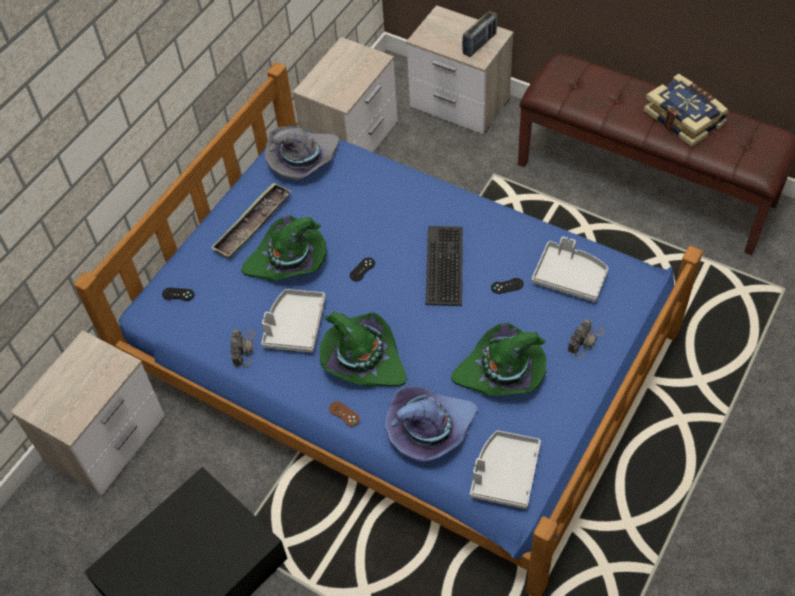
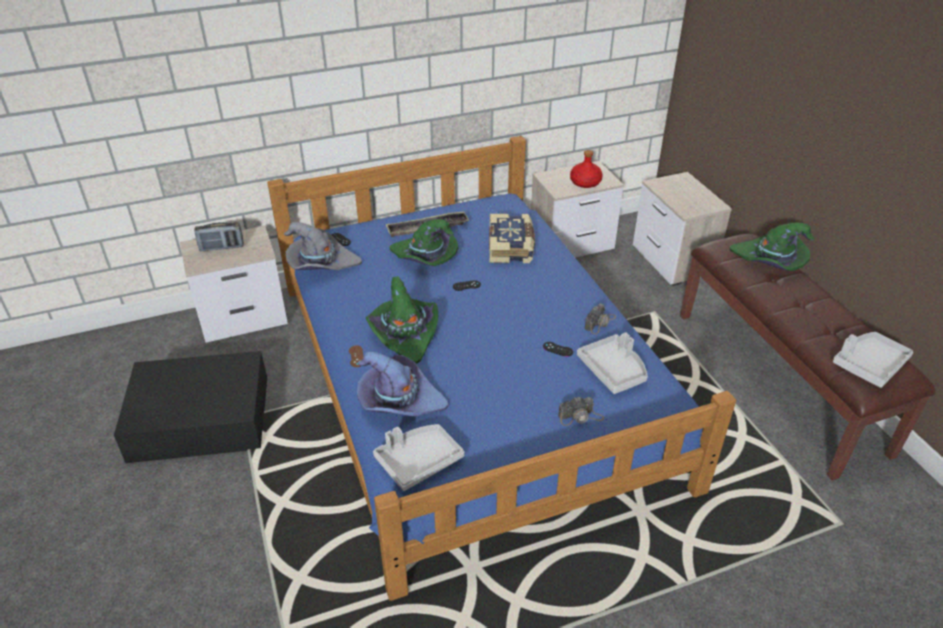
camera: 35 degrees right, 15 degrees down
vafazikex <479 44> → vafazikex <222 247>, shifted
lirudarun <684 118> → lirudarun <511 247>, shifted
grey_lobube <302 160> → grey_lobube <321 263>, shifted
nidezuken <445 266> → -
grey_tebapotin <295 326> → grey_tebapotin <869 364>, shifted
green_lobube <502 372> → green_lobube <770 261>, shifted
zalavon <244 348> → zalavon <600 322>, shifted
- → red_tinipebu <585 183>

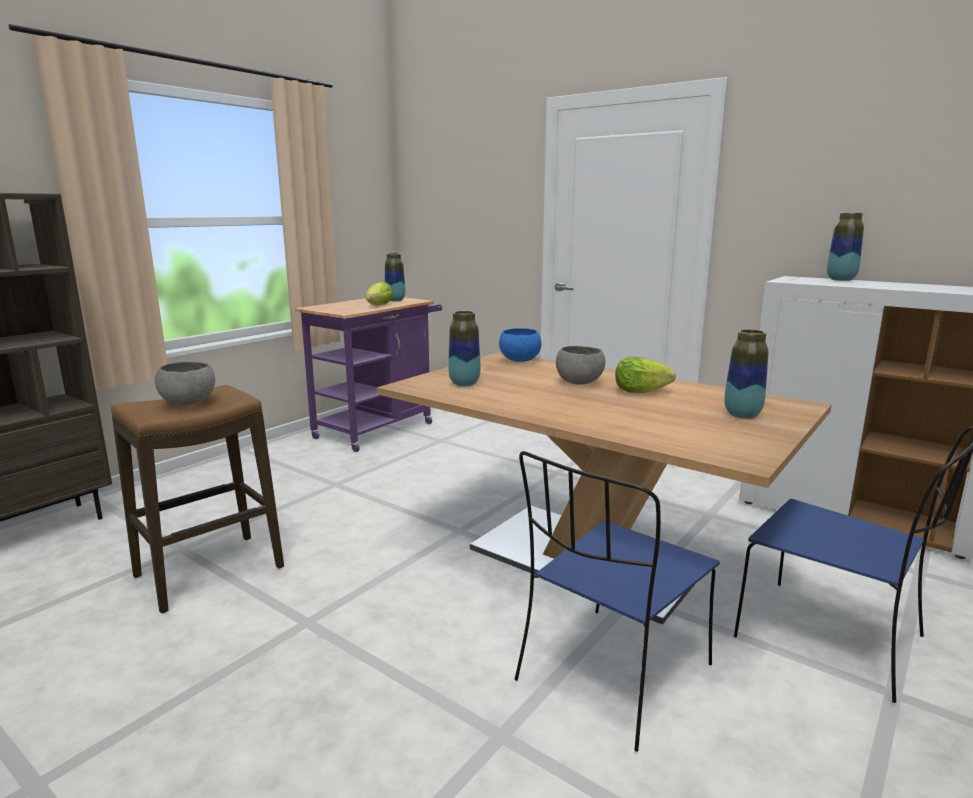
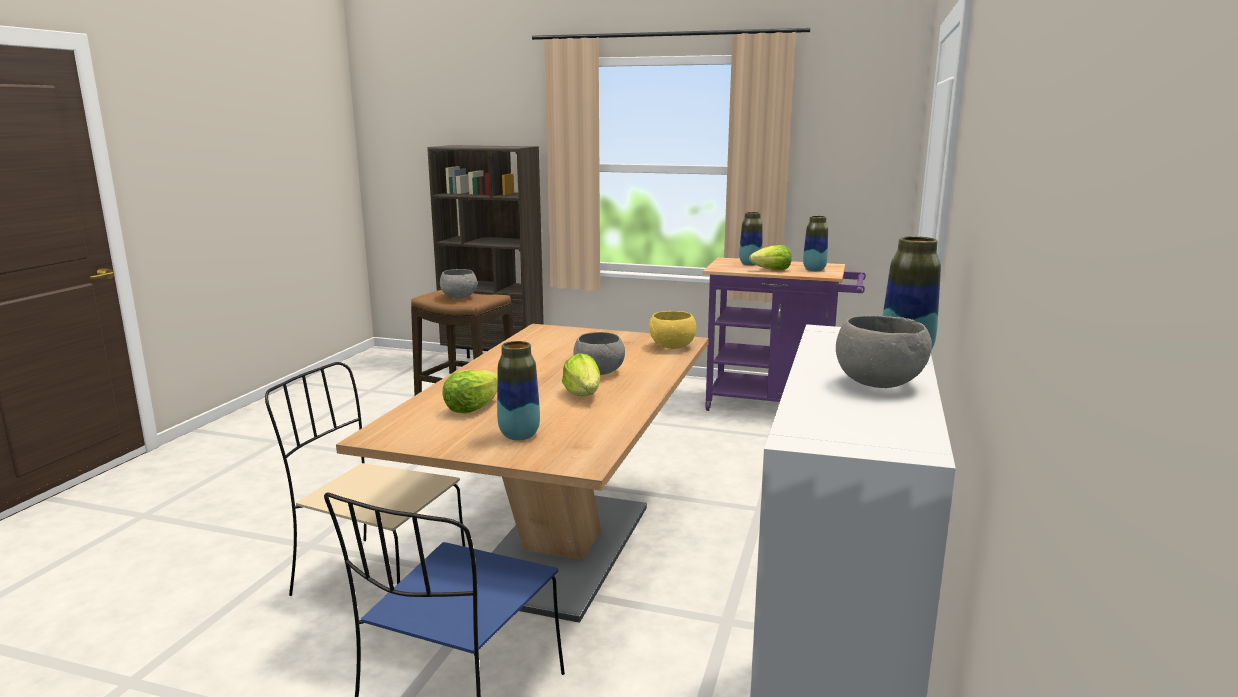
camera: 70 degrees right, 0 degrees up
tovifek <464 384> → tovifek <750 264>, shifted
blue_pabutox <520 360> → yellow_pabutox <672 347>
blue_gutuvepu <611 675> → beige_gutuvepu <377 579>
- → grey_pabutox <878 383>
- → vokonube <472 408>

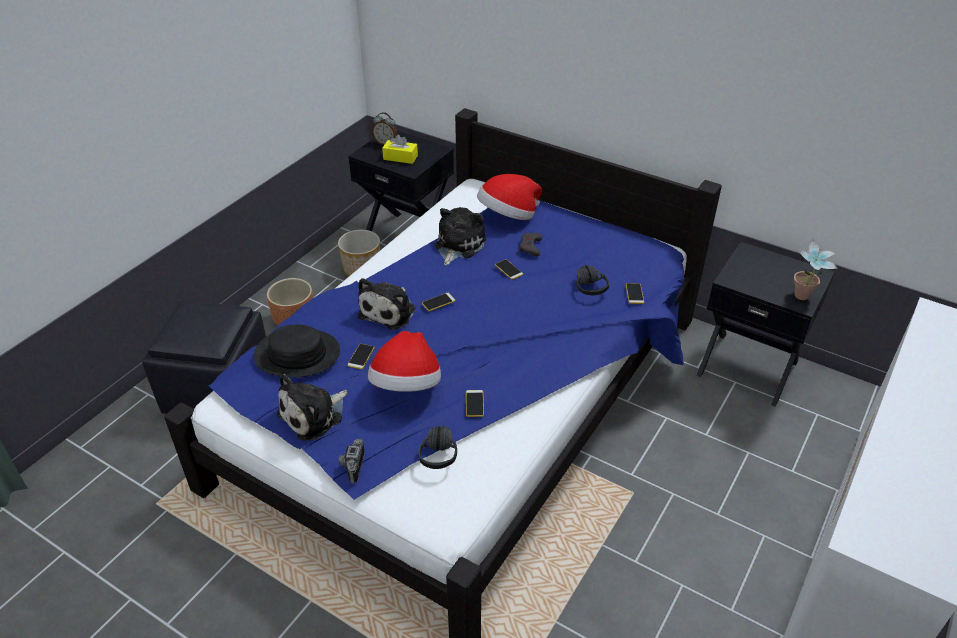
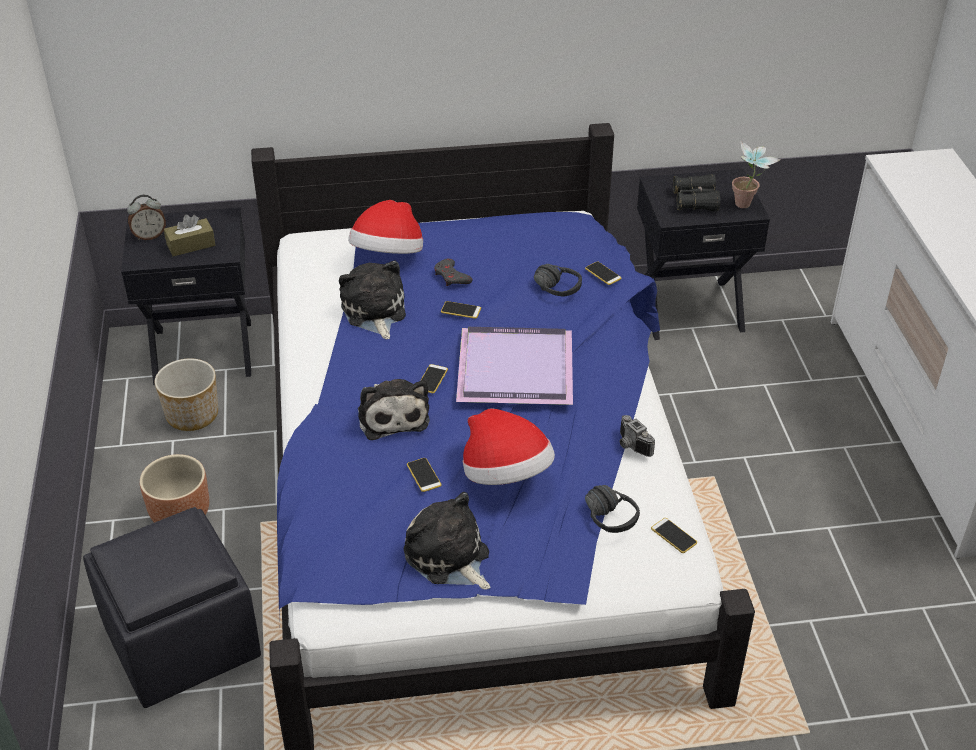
camera: 40 degrees left, 0 degrees up
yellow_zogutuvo <400 157> → brown_zogutuvo <191 245>
black_lobube <297 354> → -
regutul <314 415> → regutul <449 557>, 135 degrees clockwise
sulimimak <474 403> → sulimimak <673 536>, shifted
zalavon <351 466> → zalavon <631 446>, shifted
- → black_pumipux <695 201>
- → purple_tebapotin <513 367>

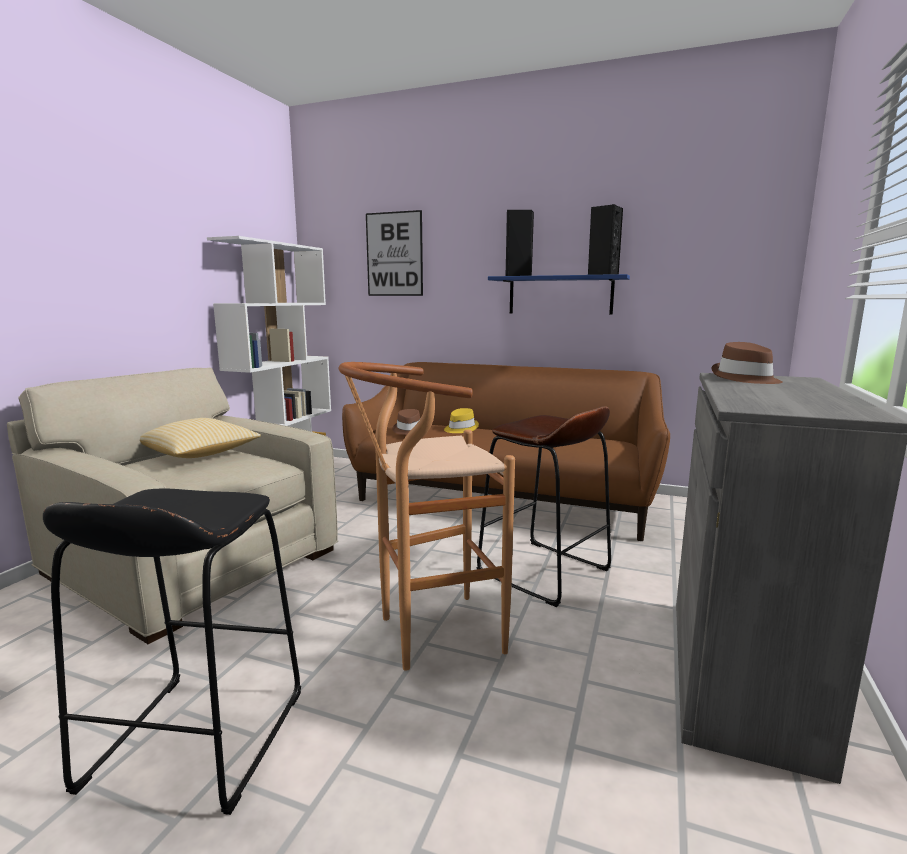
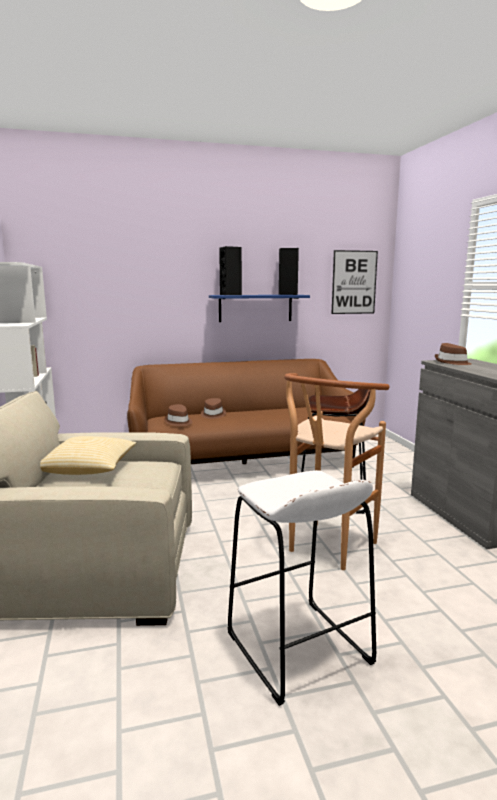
camera: 35 degrees left, 0 degrees up
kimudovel <394 254> → kimudovel <354 282>, shifted
yellow_lobube <460 429> → brown_lobube <212 414>
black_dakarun <196 739> → white_dakarun <298 648>

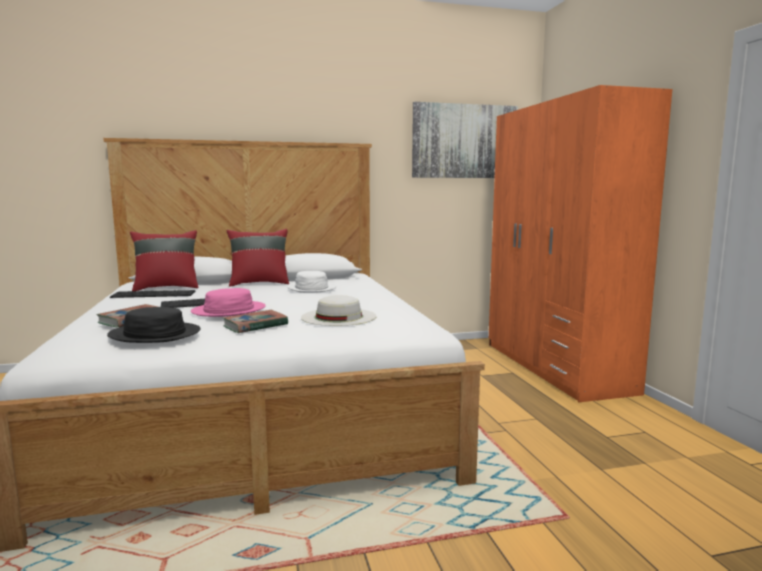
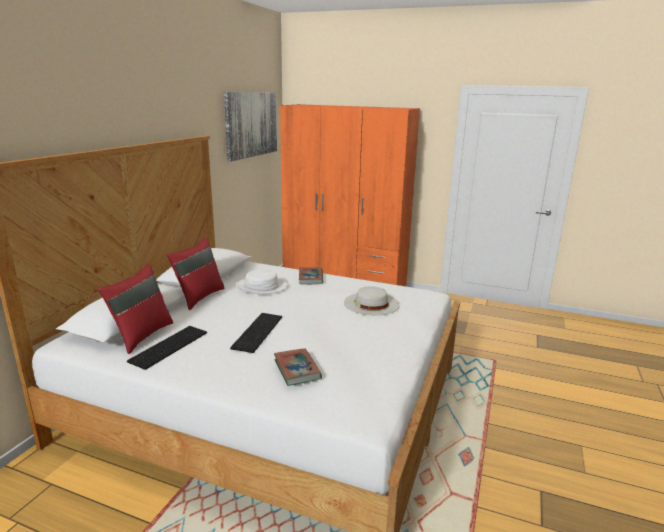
camera: 55 degrees left, 10 degrees up
pink_lobube <229 310> → -
black_lobube <155 334> → -
lirudarun <255 326> → lirudarun <311 278>, shifted

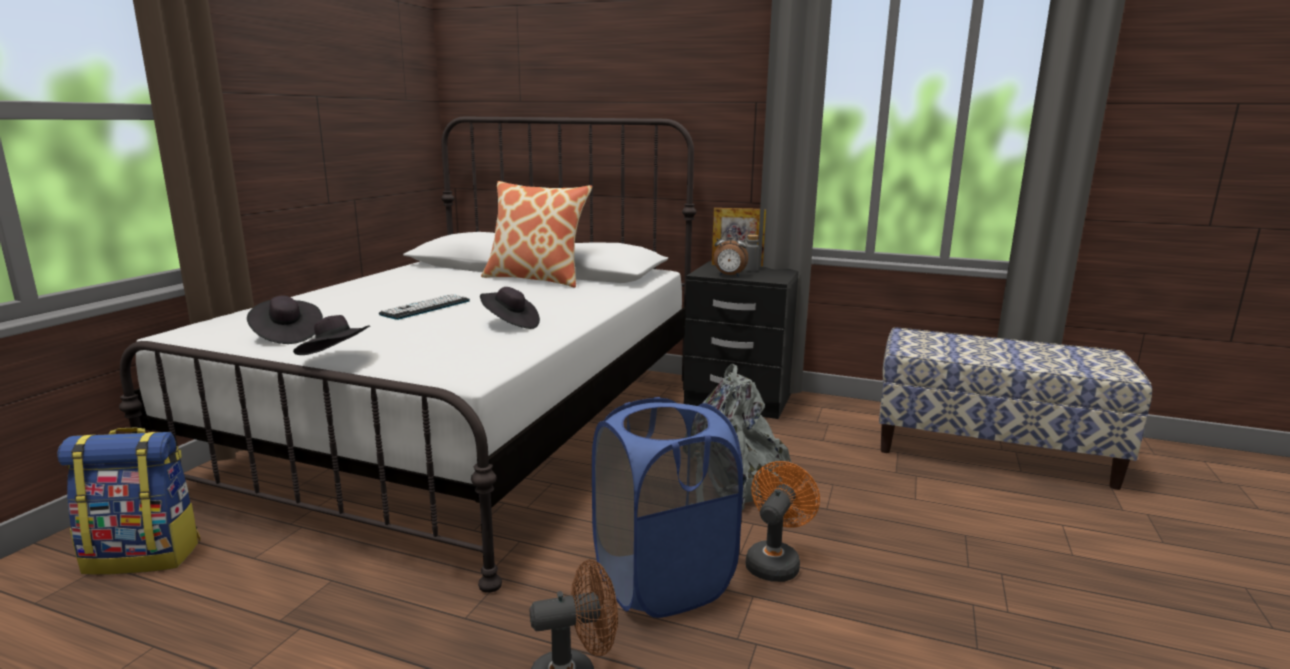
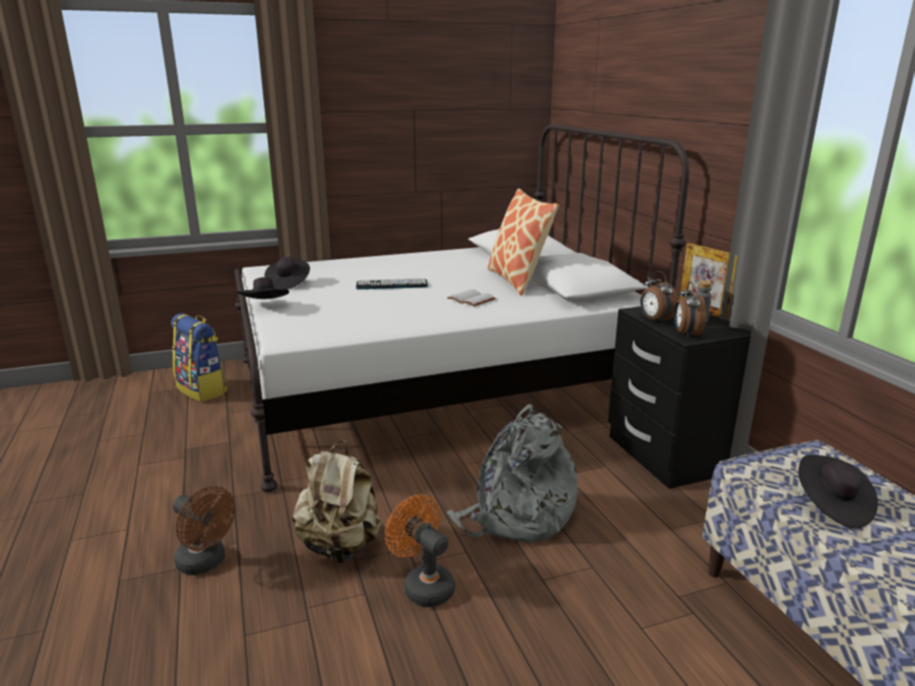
camera: 50 degrees right, 5 degrees up
black_lobube <510 324> → black_lobube <831 506>, shifted
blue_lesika <662 581> → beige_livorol <341 546>
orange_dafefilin <775 561> → orange_dafefilin <423 585>, 120 degrees counterclockwise
- → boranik <686 334>
- → white_lirudarun <472 299>

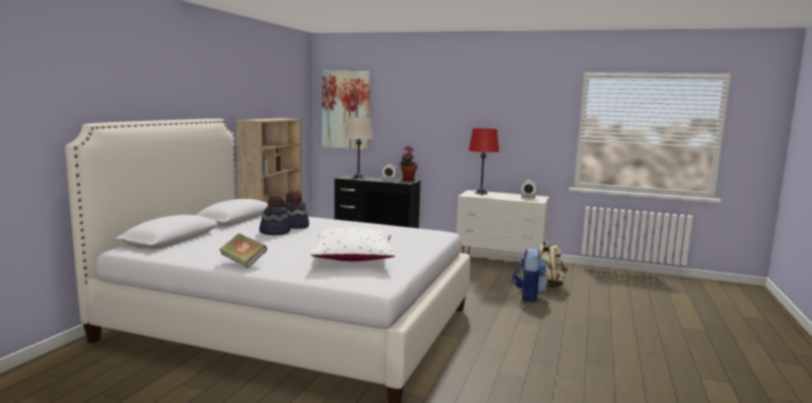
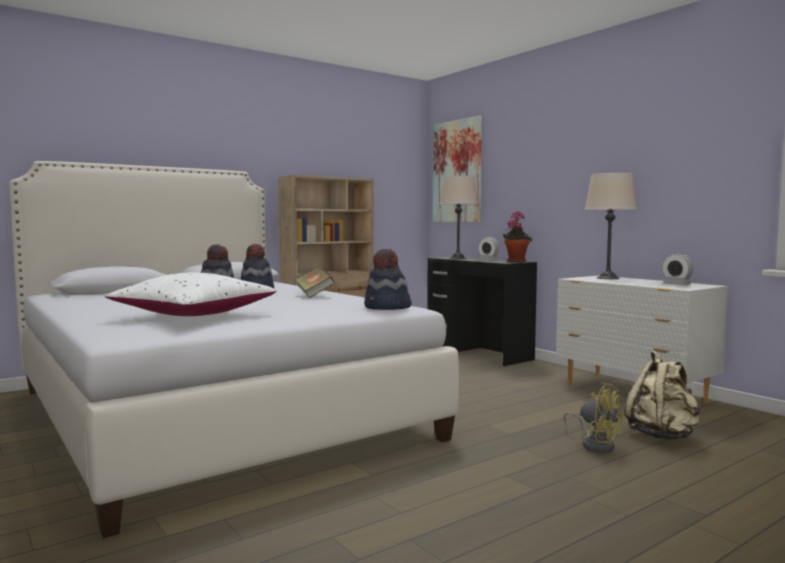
camera: 35 degrees right, 5 degrees down
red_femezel <481 193> → beige_femezel <607 278>
lirudarun <243 262> → lirudarun <314 295>, shifted
livorol <528 296> → yellow_dafefilin <596 444>
- → lobube <387 308>

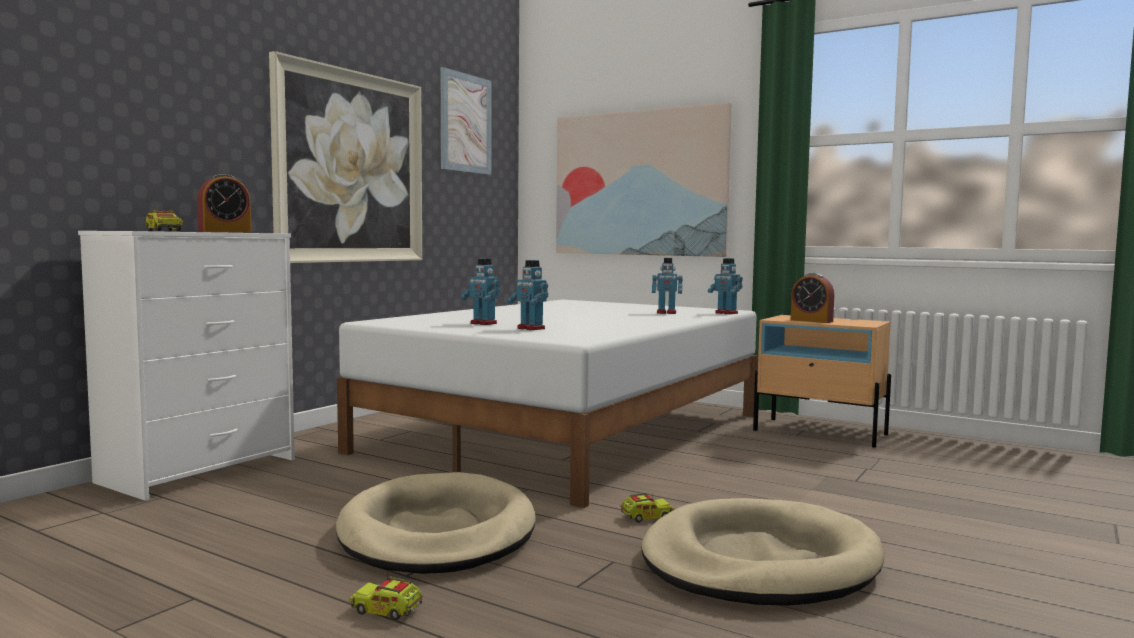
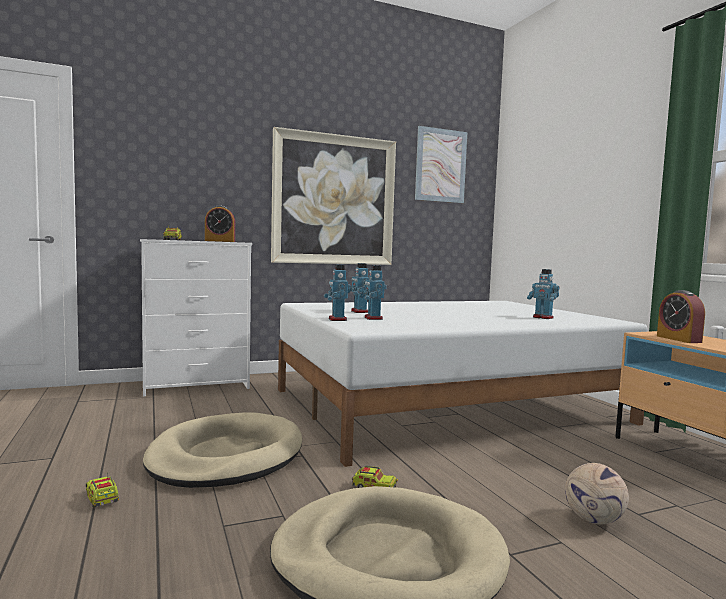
camera: 35 degrees right, 0 degrees up
kimudovel <639 183> → -
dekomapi <726 313> → dekomapi <337 319>, shifted
- → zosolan <593 520>

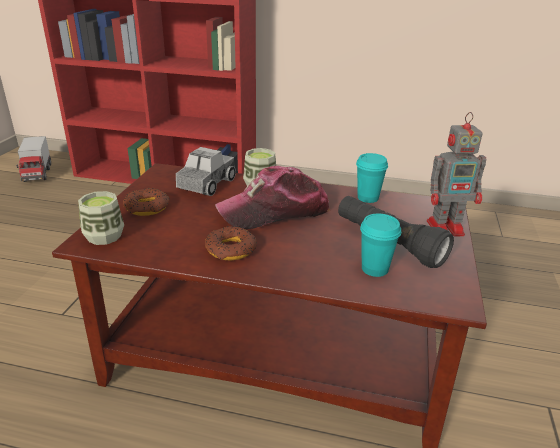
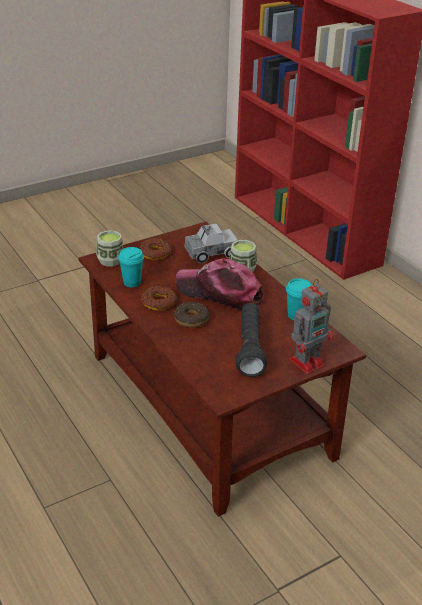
camera: 45 degrees right, 5 degrees up
dekomapi <447 228> → dekomapi <308 362>, 75 degrees counterclockwise
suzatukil <37 173> → -
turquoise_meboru <375 269> → turquoise_meboru <132 282>, shifted
- → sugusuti <191 319>

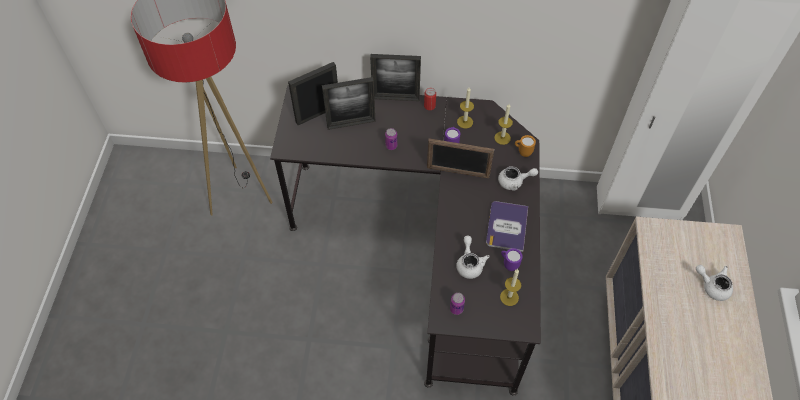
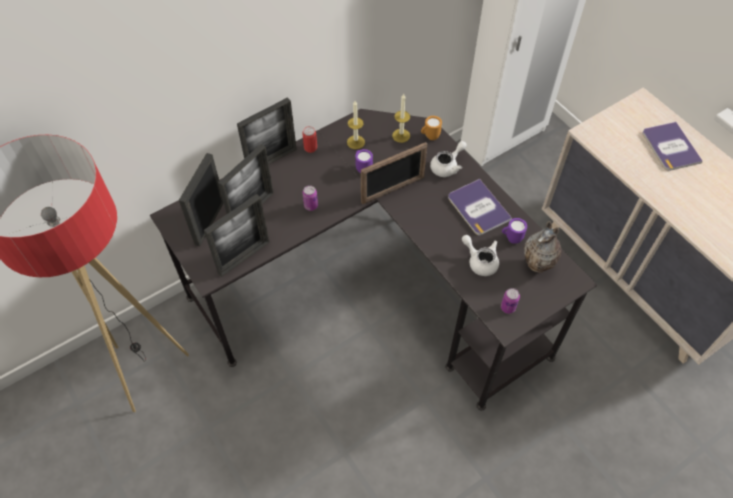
camera: 40 degrees left, 0 degrees up
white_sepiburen <712 286> → lirudarun <670 147>
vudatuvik <509 297> → tovifek <538 265>
- → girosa <244 257>

